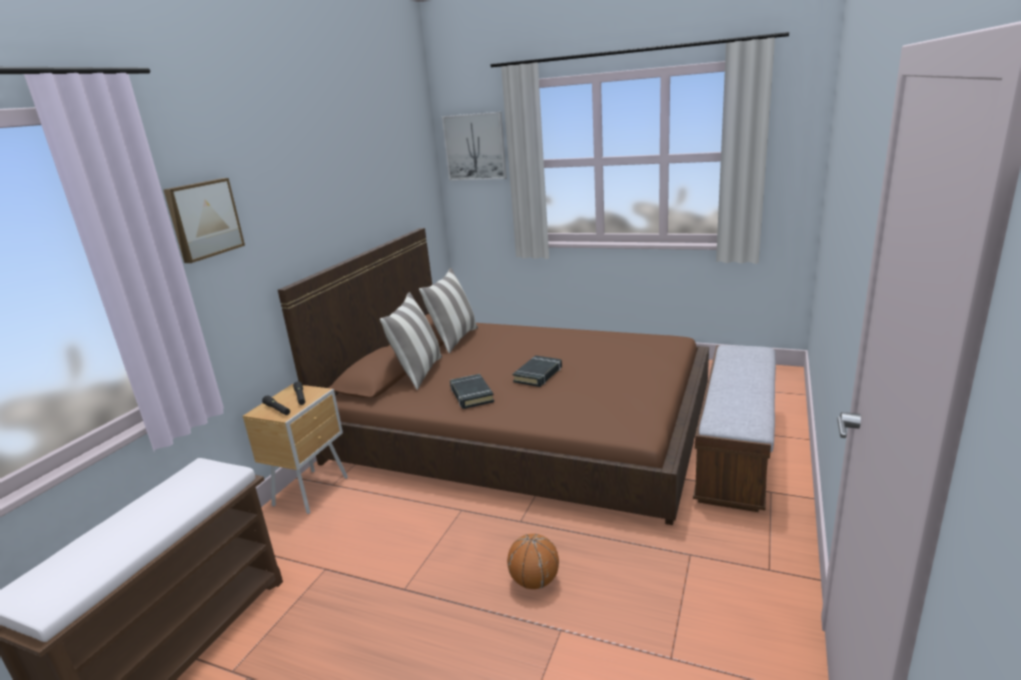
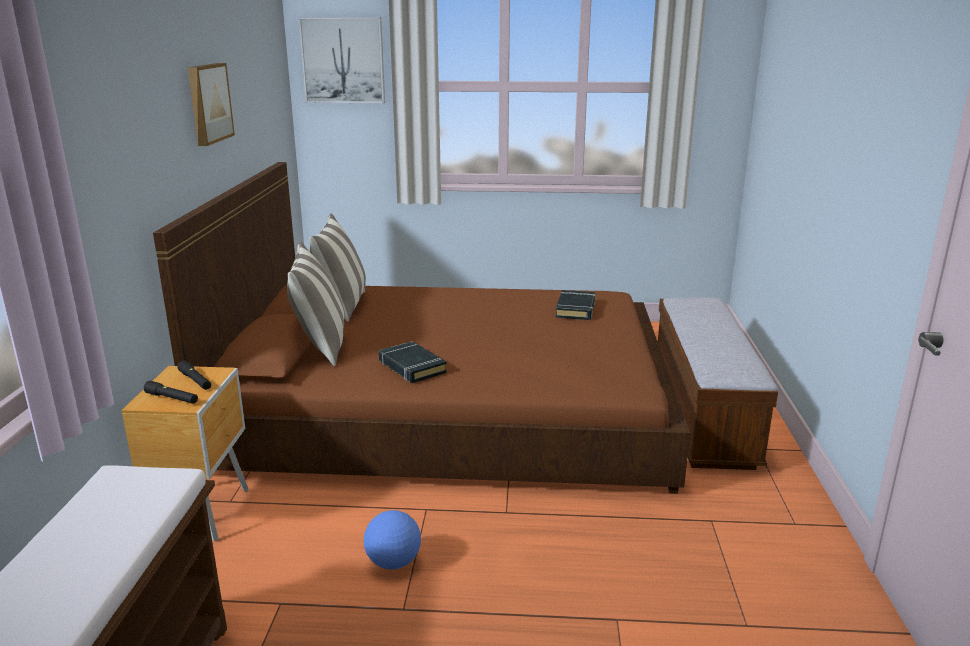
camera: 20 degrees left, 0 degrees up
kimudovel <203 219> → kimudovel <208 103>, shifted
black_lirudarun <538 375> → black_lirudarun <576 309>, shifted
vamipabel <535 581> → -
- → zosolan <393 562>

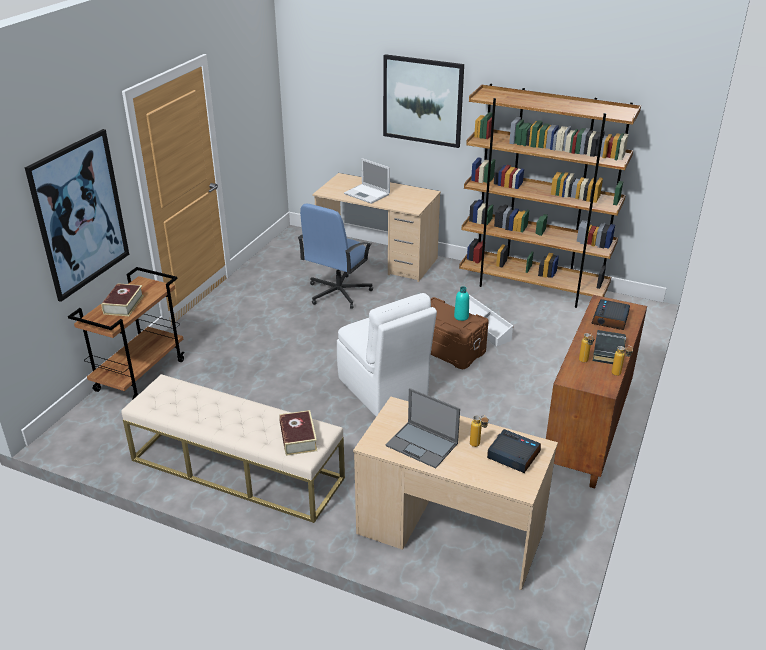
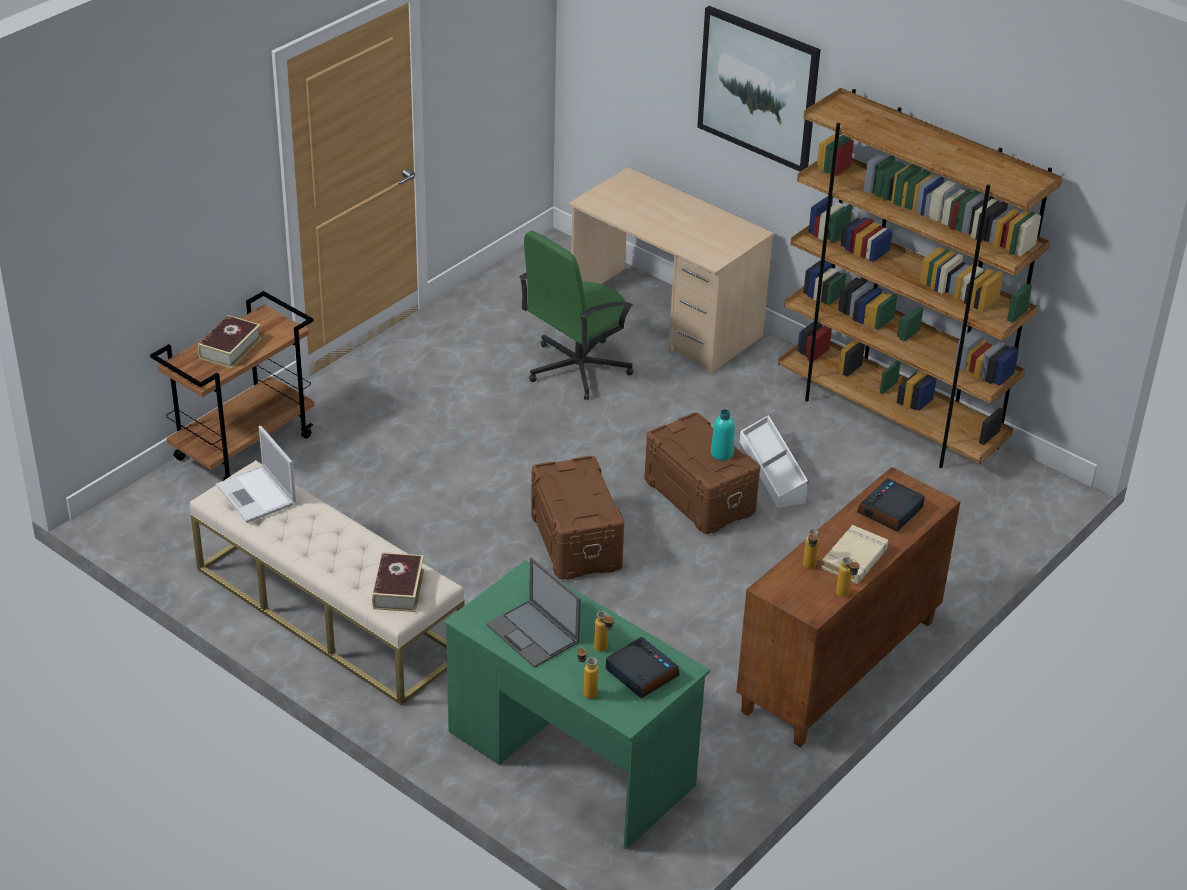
camera: 15 degrees right, 5 degrees up
kimudovel <80 214> → -
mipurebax <367 194> → mipurebax <257 495>, shifted
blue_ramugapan <338 293> → green_ramugapan <576 368>
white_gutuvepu <383 390> → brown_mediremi <574 541>
black_lirudarun <609 351> → beige_lirudarun <855 559>
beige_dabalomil <449 532> → green_dabalomil <570 758>
- → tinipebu <586 691>

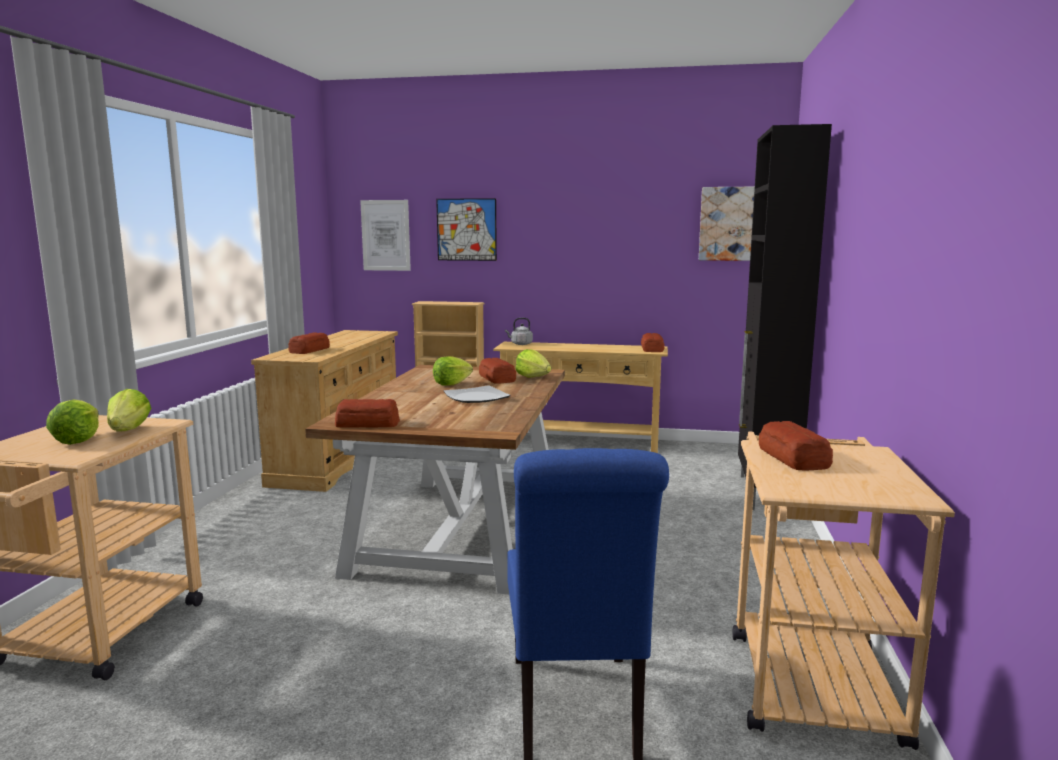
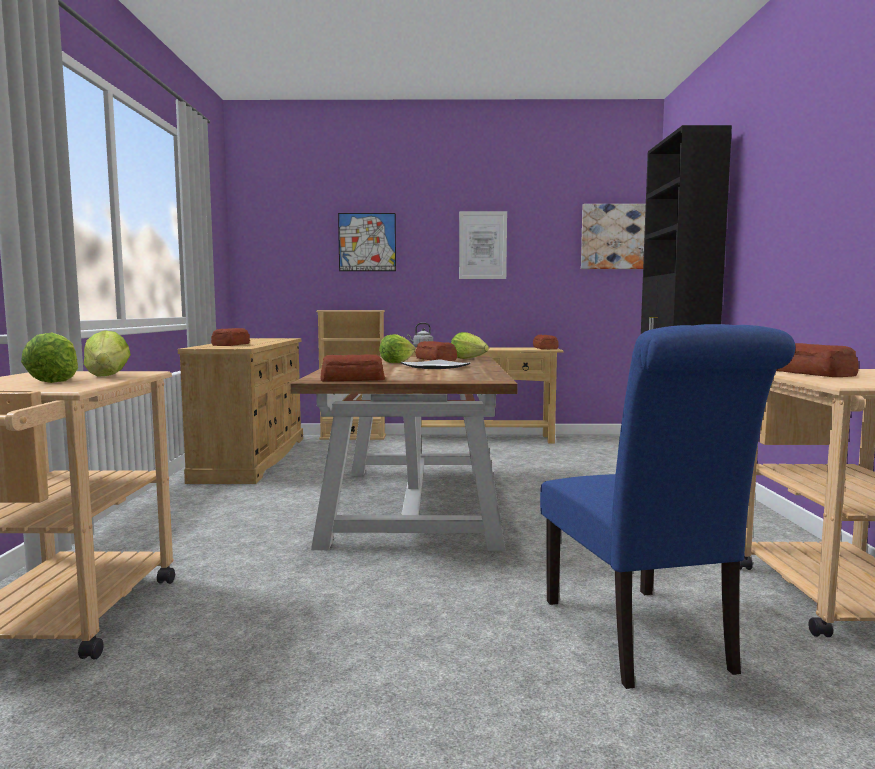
camera: 10 degrees left, 5 degrees down
kimudovel <385 235> → kimudovel <482 245>, shifted

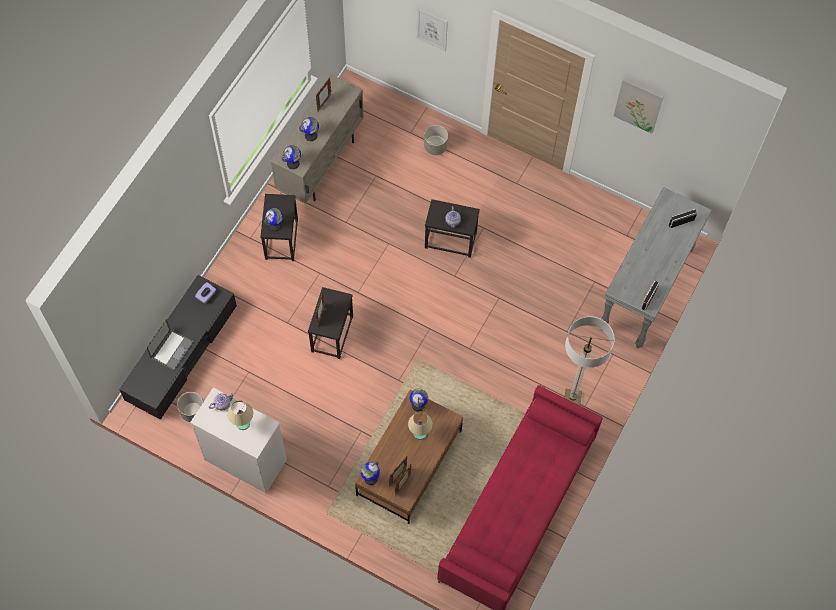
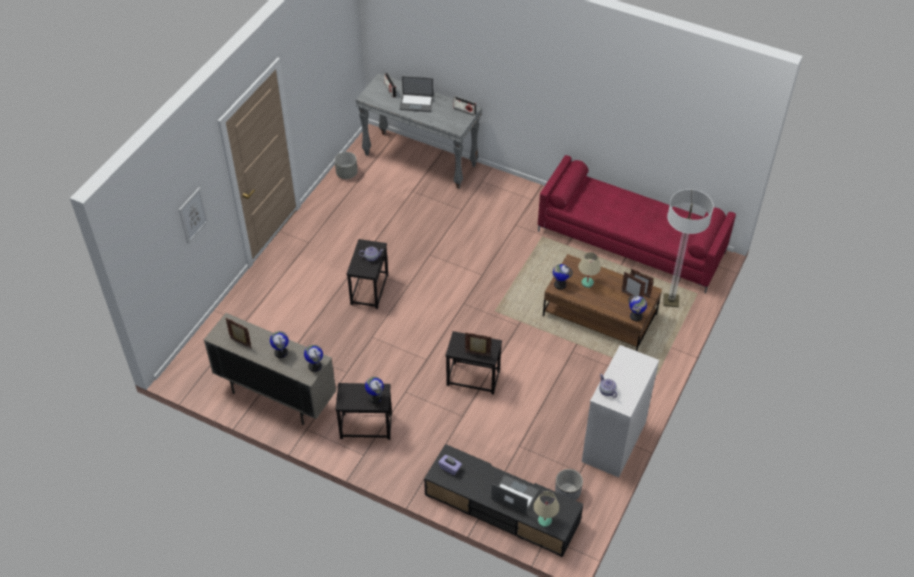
camera: 90 degrees left, 15 degrees down
kimudovel <639 104> → -
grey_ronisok <435 147> → grey_ronisok <346 174>, shifted
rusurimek <572 398> → rusurimek <671 301>, shifted
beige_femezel <242 423> → beige_femezel <545 521>, shifted
- → mipurebax <417 102>

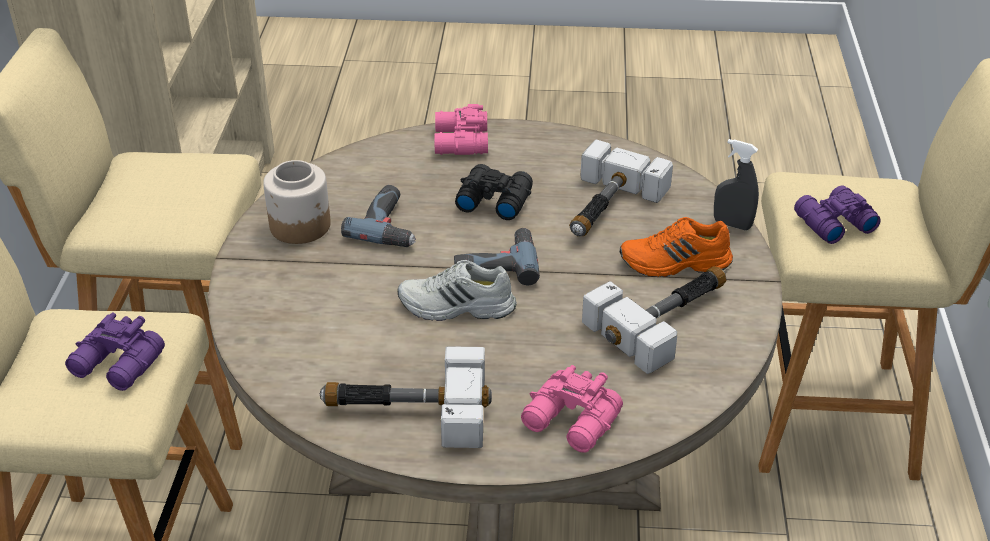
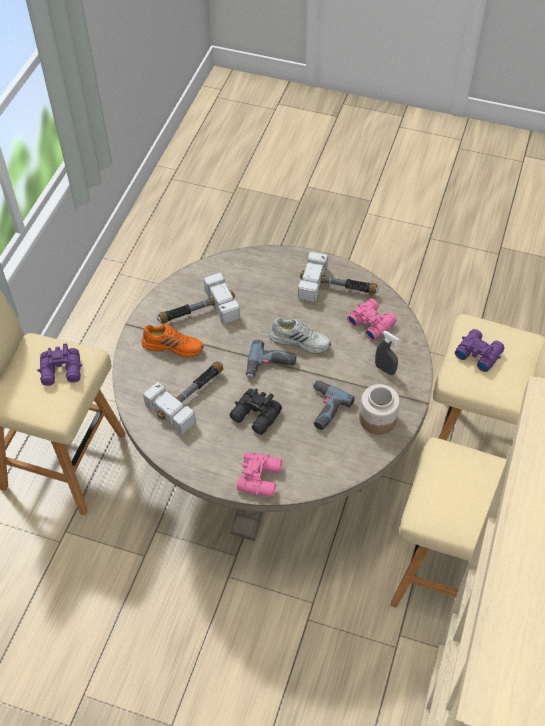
camera: 165 degrees left, 15 degrees up
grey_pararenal <732 224> → grey_pararenal <385 369>, shifted
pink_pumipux <572 422> → pink_pumipux <371 322>, shifted

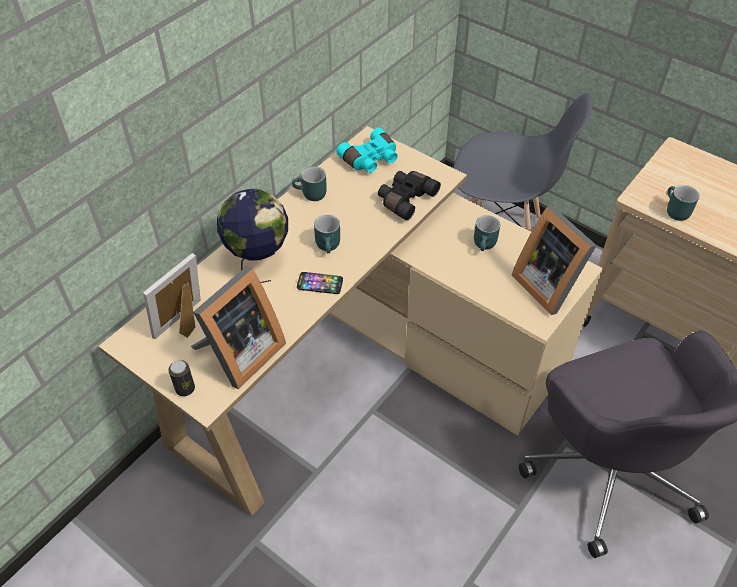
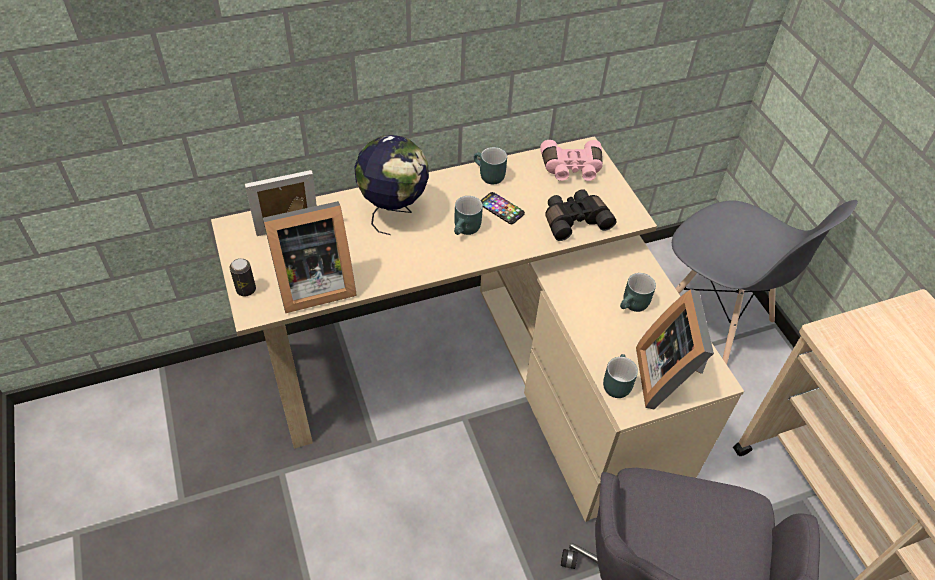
camera: 30 degrees right, 0 degrees up
turquoise_pumipux <371 160> → pink_pumipux <571 169>
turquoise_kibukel <674 211> → turquoise_kibukel <615 383>, shifted
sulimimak <320 284> → sulimimak <501 209>, shifted

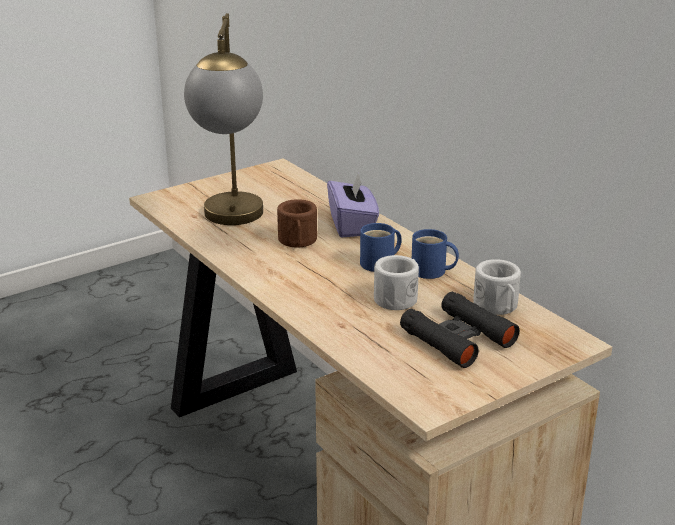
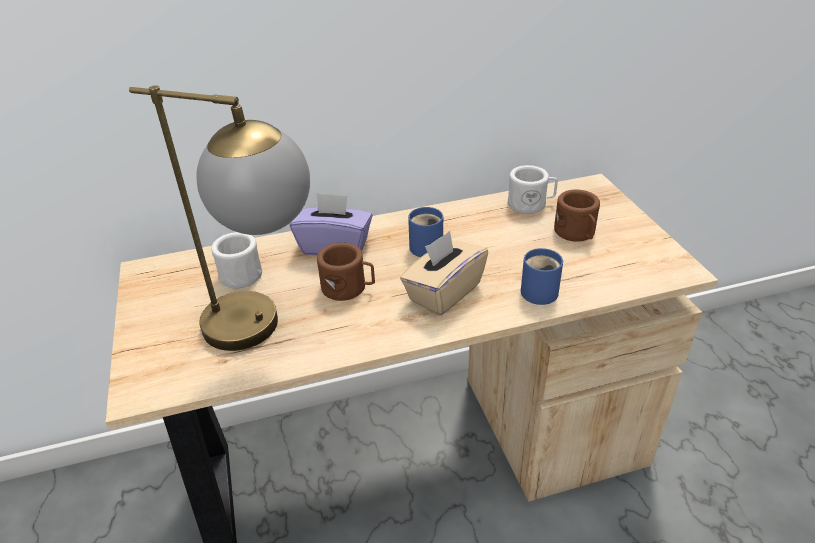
camera: 70 degrees left, 10 degrees up
blue_kibukel <431 272> → blue_kibukel <542 291>, shifted
white_kibukel <398 298> → white_kibukel <238 273>, shifted
black_pumipux <457 338> → brown_kibukel <576 233>
- → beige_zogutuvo <443 292>

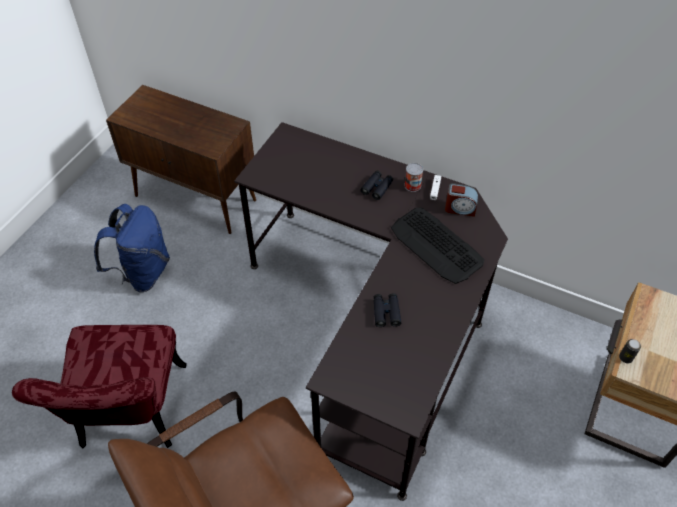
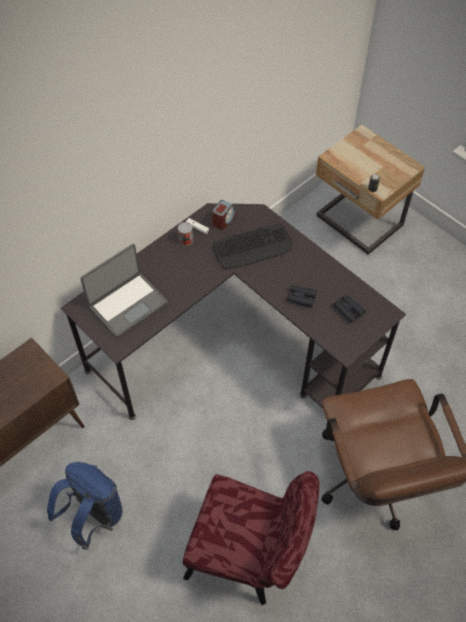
camera: 70 degrees left, 5 degrees up
black_pumipux <377 187> → black_pumipux <348 310>, shifted
- → mipurebax <127 304>

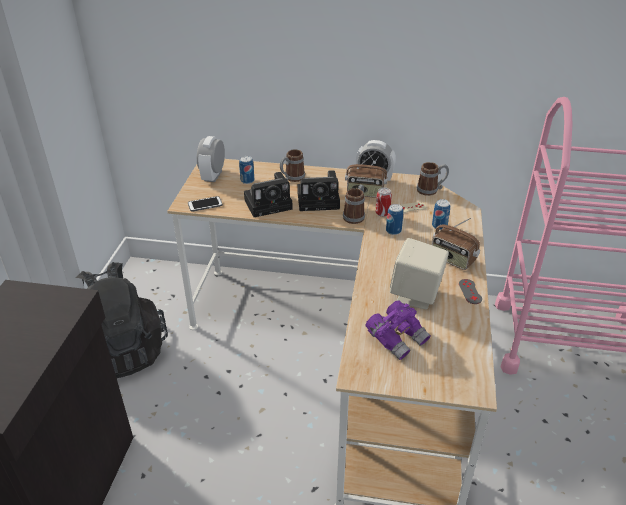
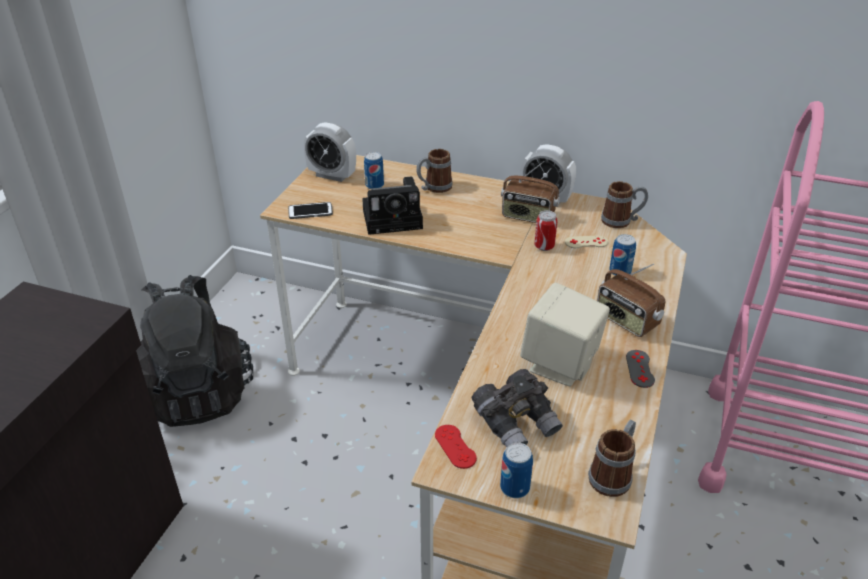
camera: 10 degrees right, 0 degrees up
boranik <213 176> → boranik <332 175>, 90 degrees counterclockwise
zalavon <320 200> → -
kibukel <355 215> → kibukel <613 474>, shifted
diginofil <393 231> → diginofil <514 488>, shifted
purple_pumipux <397 339> → grey_pumipux <516 423>
- → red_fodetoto <455 446>

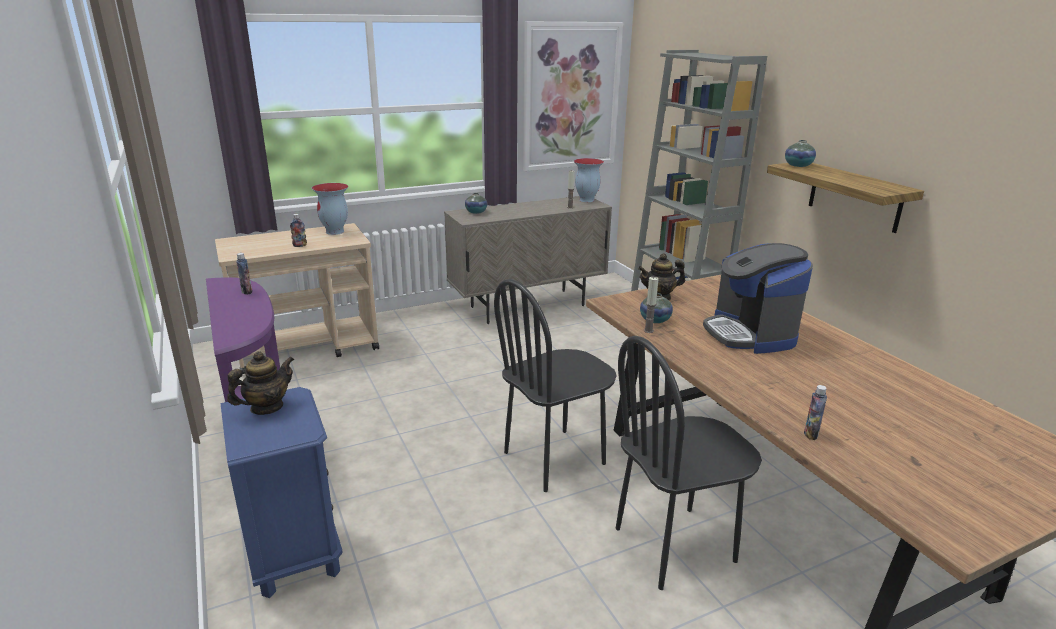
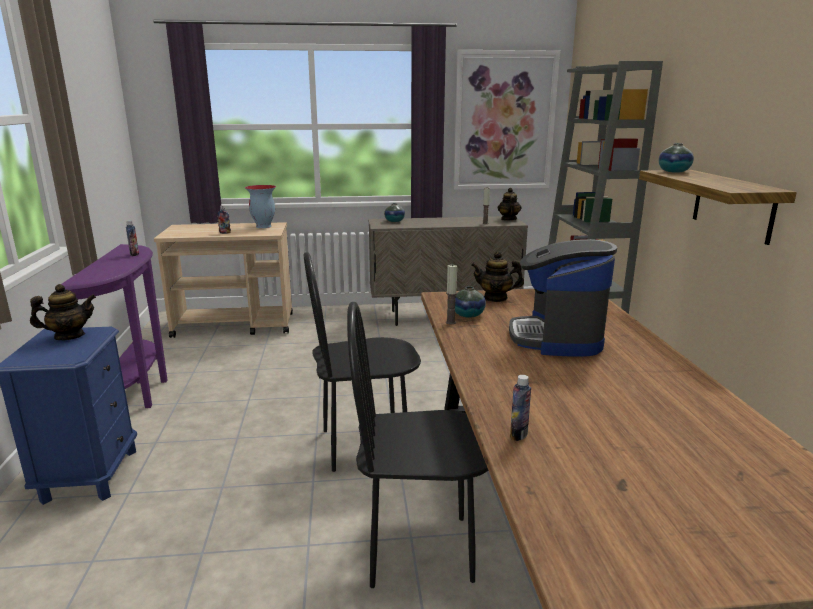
camera: 20 degrees right, 5 degrees down
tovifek <586 200> → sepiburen <508 219>

